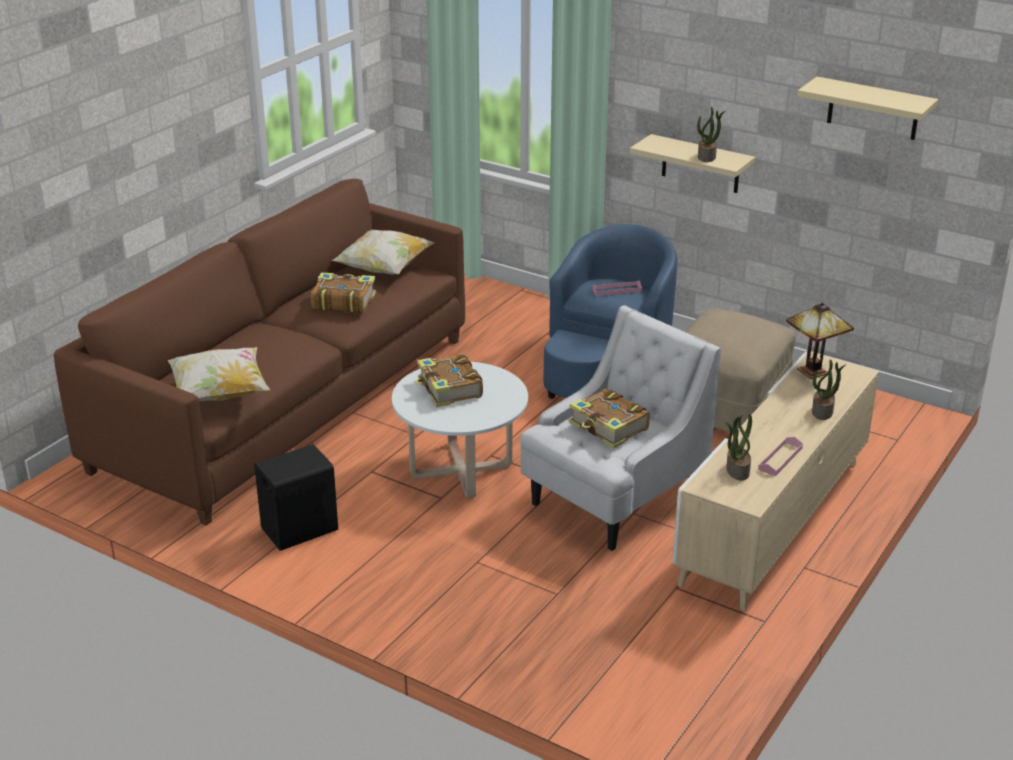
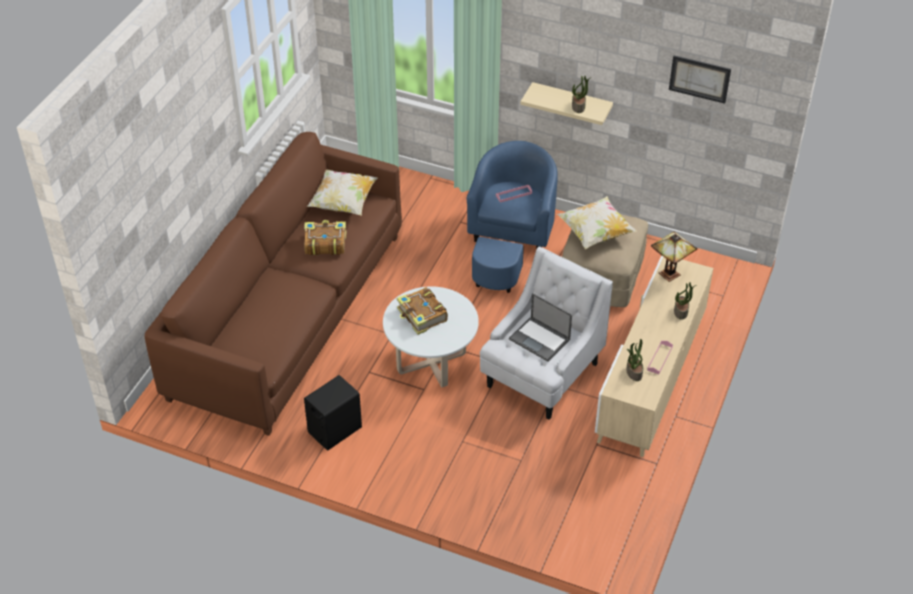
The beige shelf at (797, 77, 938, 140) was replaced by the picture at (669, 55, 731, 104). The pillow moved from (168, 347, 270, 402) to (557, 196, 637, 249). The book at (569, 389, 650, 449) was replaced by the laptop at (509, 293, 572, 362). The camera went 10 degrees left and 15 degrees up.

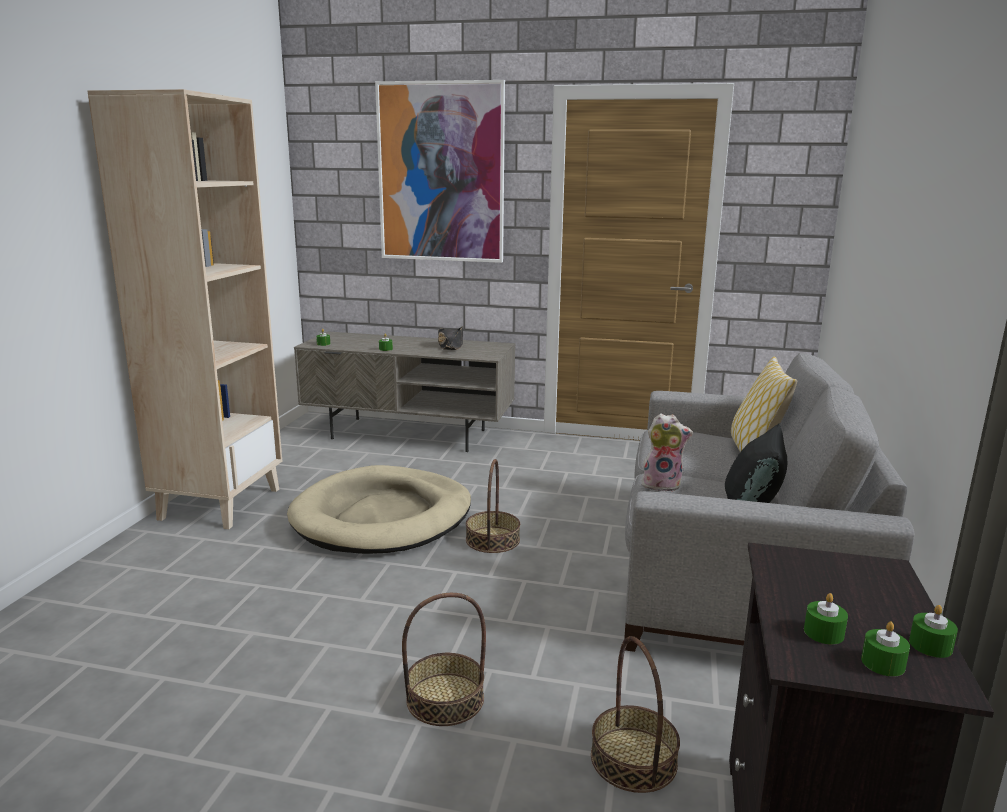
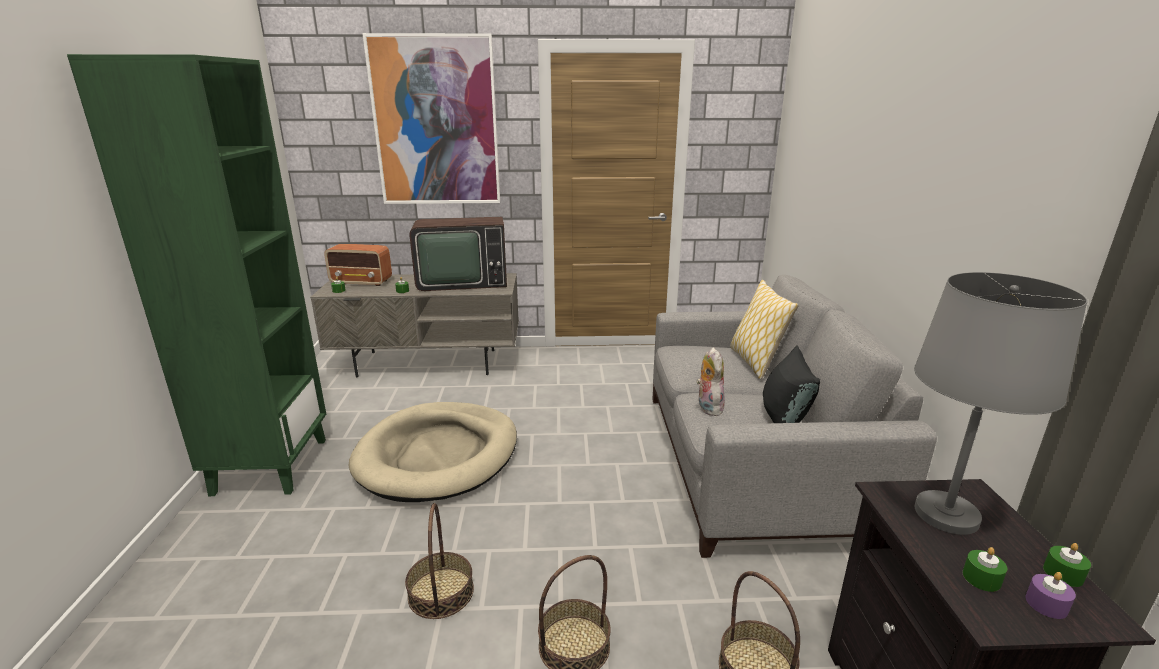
The beige bookcase at (87, 89, 282, 529) became the green bookcase at (67, 54, 326, 496). The black hat at (438, 326, 463, 350) was replaced by the television at (410, 217, 507, 291). The plush toy at (642, 413, 693, 492) turned 90 degrees counterclockwise. The basket moved from (466, 459, 520, 553) to (405, 503, 474, 619). The green candle at (861, 622, 910, 677) became the purple candle at (1025, 572, 1076, 619). The radio at (324, 244, 392, 286) appeared. The grey table lamp at (914, 272, 1087, 535) appeared. The camera went 15 degrees left and 5 degrees up.

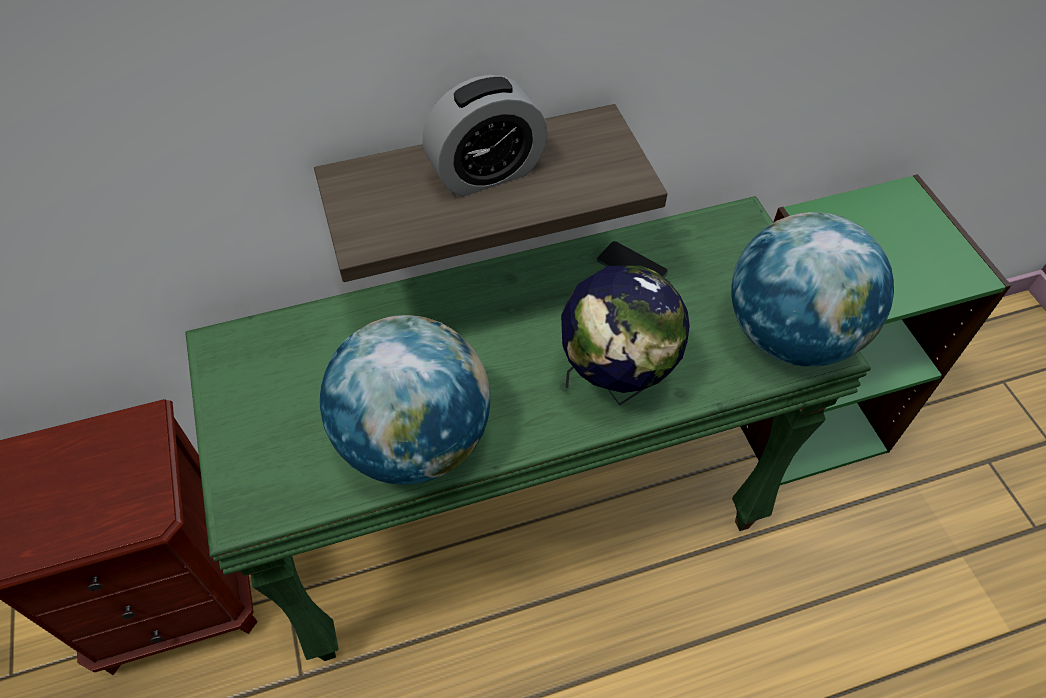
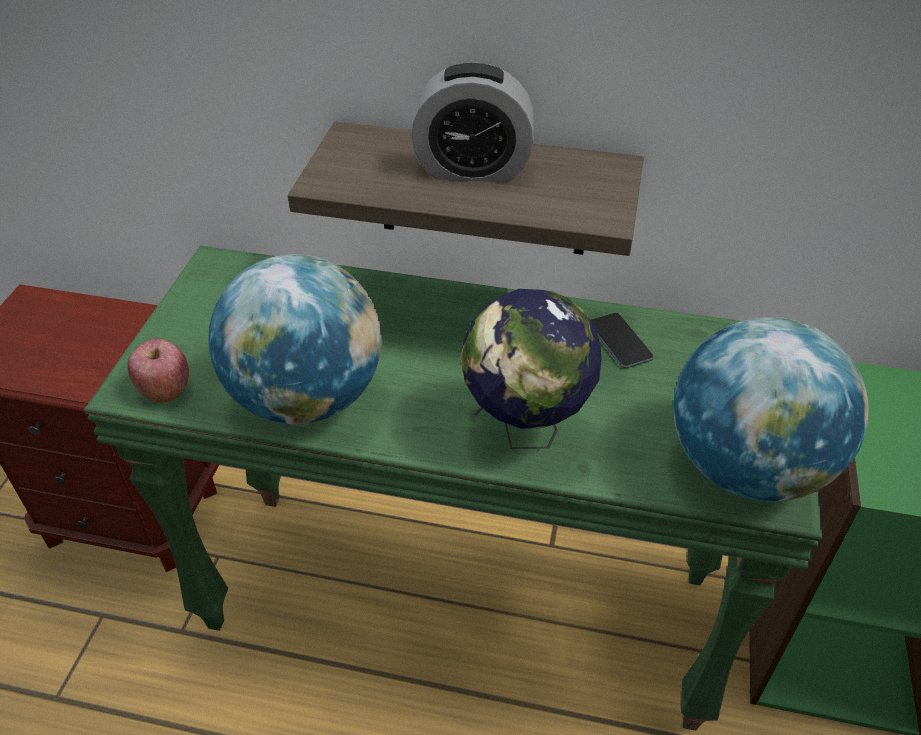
The apple at (127, 339, 189, 403) appeared. The camera went 30 degrees right and 10 degrees down.

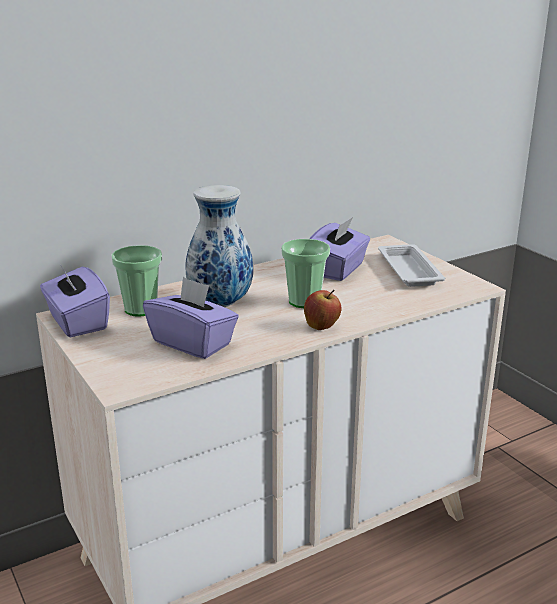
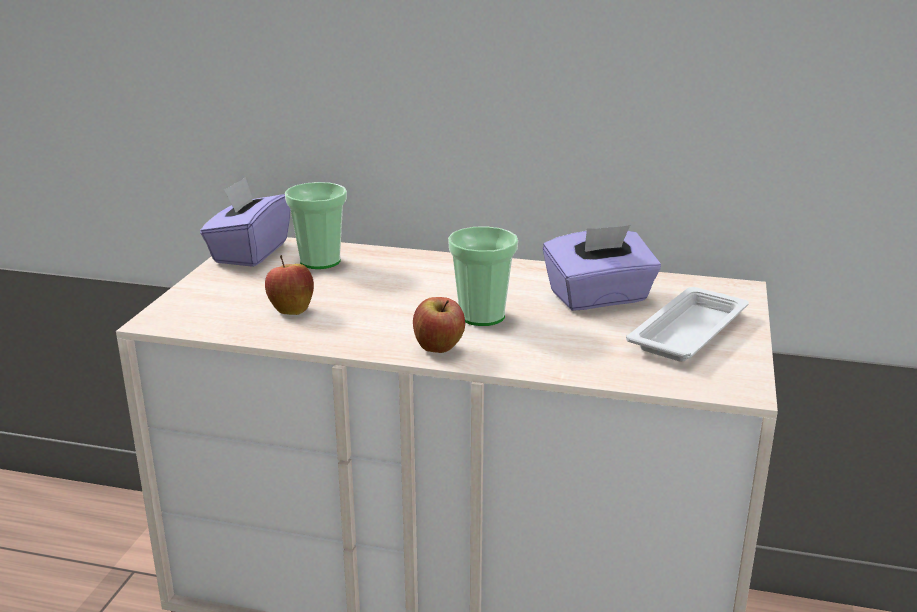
The vase at (186, 185, 253, 307) disappeared. The purple tissue box at (143, 277, 239, 359) was replaced by the apple at (265, 255, 314, 315). The camera went 45 degrees right and 0 degrees up.

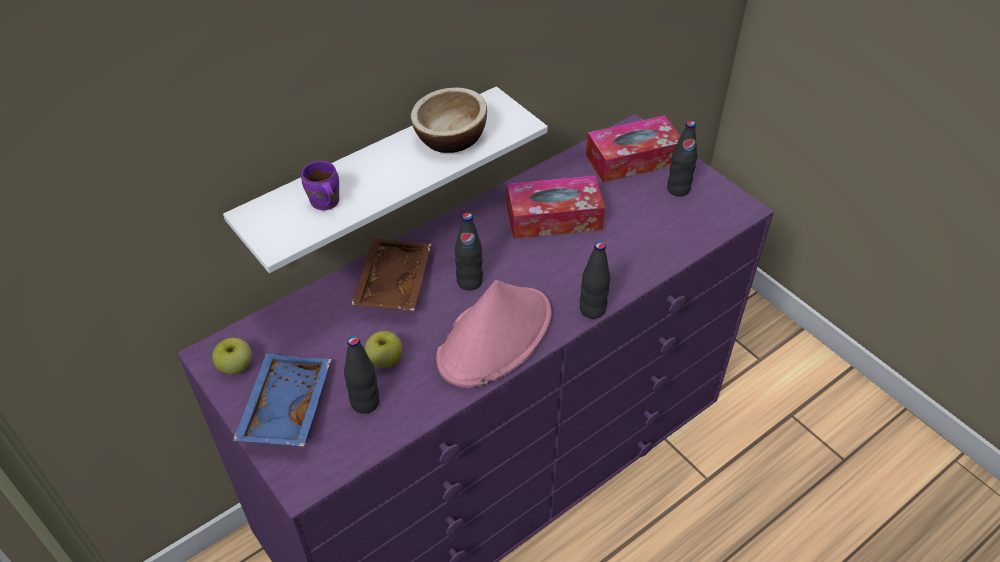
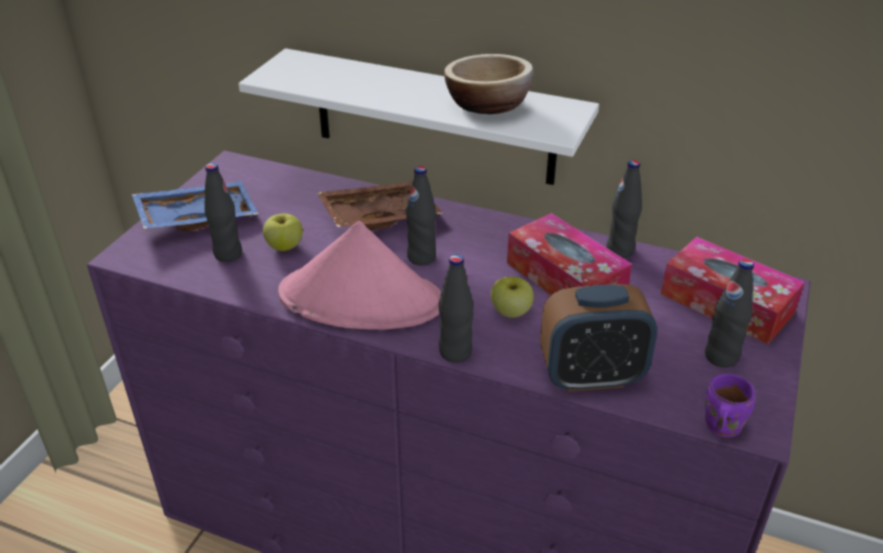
The purple mug moved from (301, 161, 339, 210) to (705, 374, 755, 437). The apple moved from (212, 338, 252, 374) to (491, 277, 534, 318). The black bottle at (606, 160, 642, 259) appeared. The alarm clock at (540, 284, 657, 392) appeared. The camera went 60 degrees right and 10 degrees down.

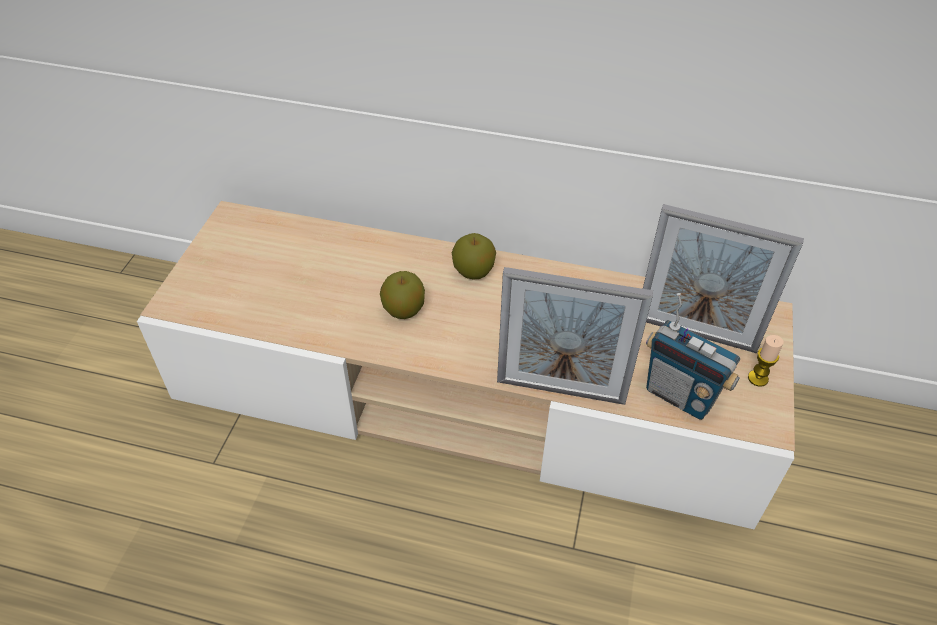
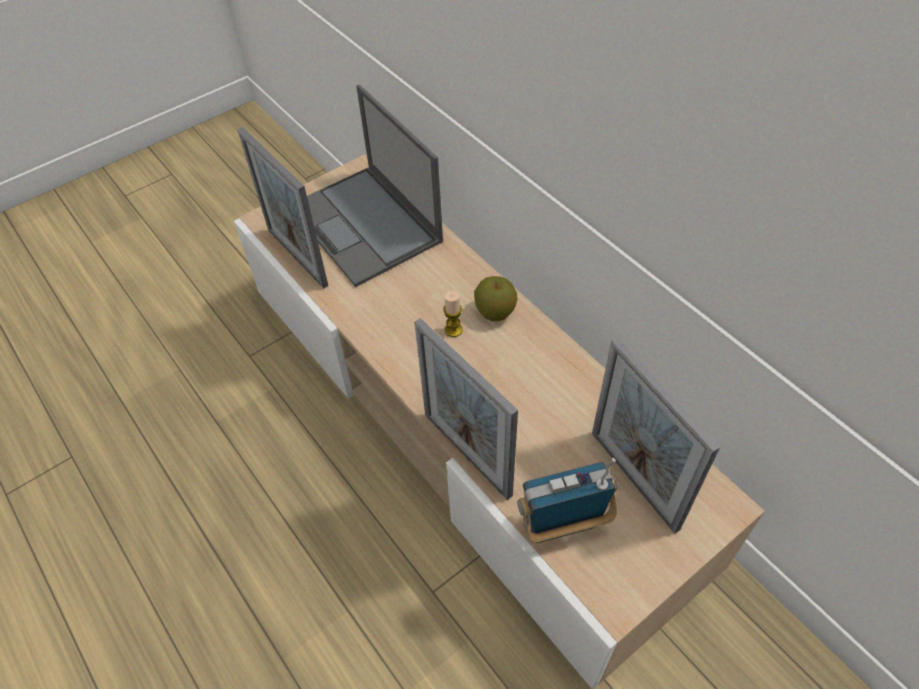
The apple at (380, 271, 425, 319) disappeared. The radio at (646, 293, 740, 420) turned 90 degrees clockwise. The candle moved from (748, 335, 784, 387) to (443, 291, 463, 337). The laptop at (307, 85, 443, 287) appeared. The picture frame at (237, 127, 328, 288) appeared. The camera went 40 degrees right and 5 degrees up.

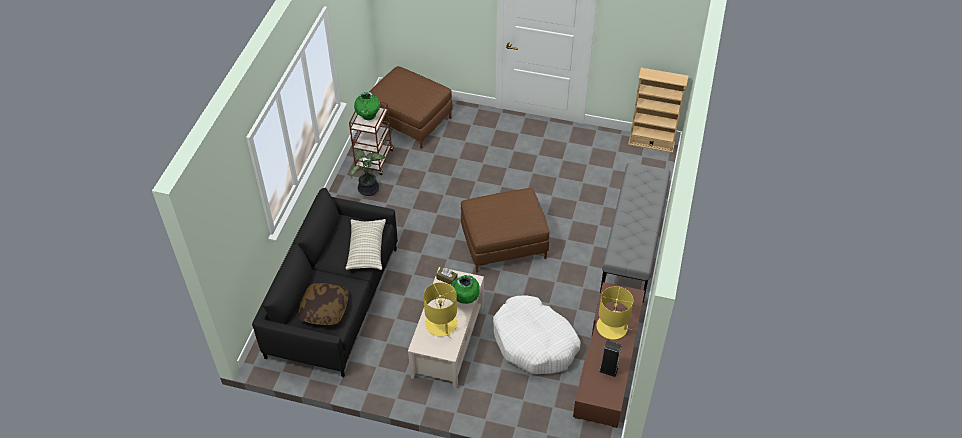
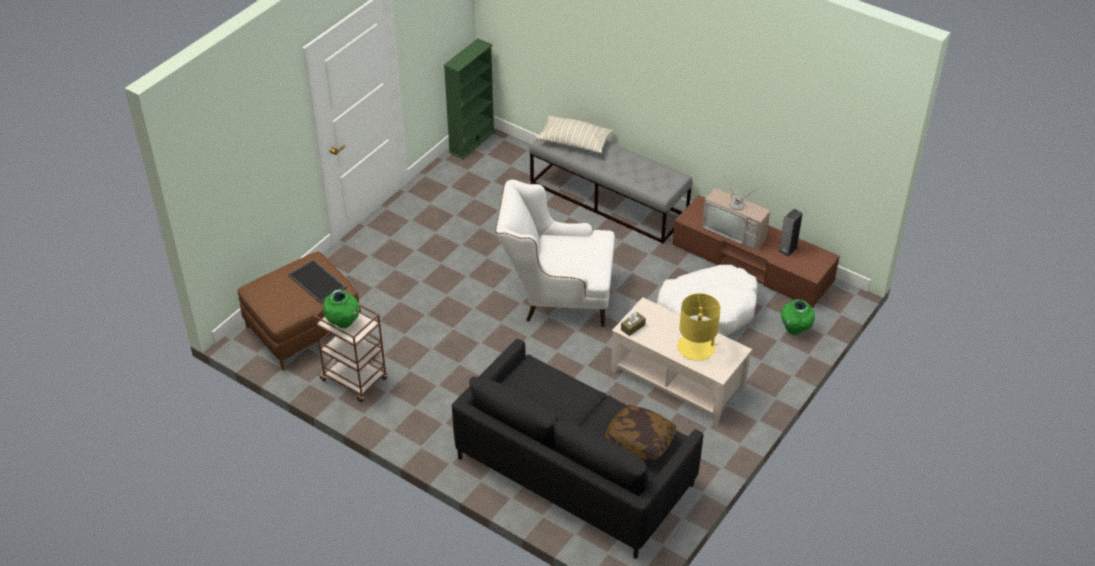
The beige bookcase at (628, 68, 688, 153) became the green bookcase at (443, 38, 495, 159). The potted plant at (350, 149, 387, 196) disappeared. The brown ottoman at (461, 188, 550, 273) was replaced by the white armchair at (495, 179, 615, 327). The pillow moved from (345, 219, 386, 270) to (536, 116, 614, 153). The green vase moved from (451, 275, 480, 304) to (781, 299, 815, 335). The yellow table lamp at (596, 286, 633, 340) was replaced by the television at (702, 174, 770, 251). The tray at (288, 259, 347, 304) appeared. The camera went 70 degrees left and 5 degrees down.

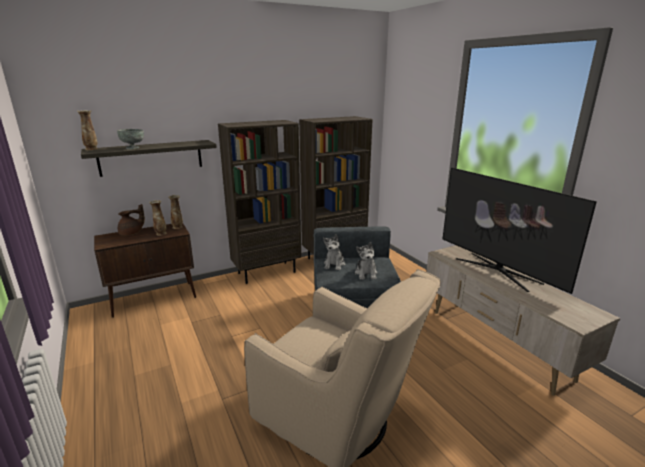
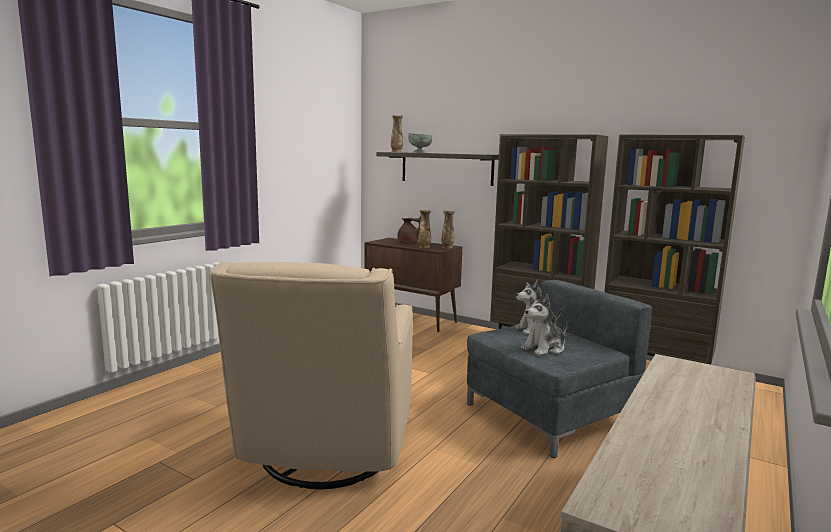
The television at (443, 168, 597, 294) disappeared. The camera went 60 degrees right and 10 degrees down.

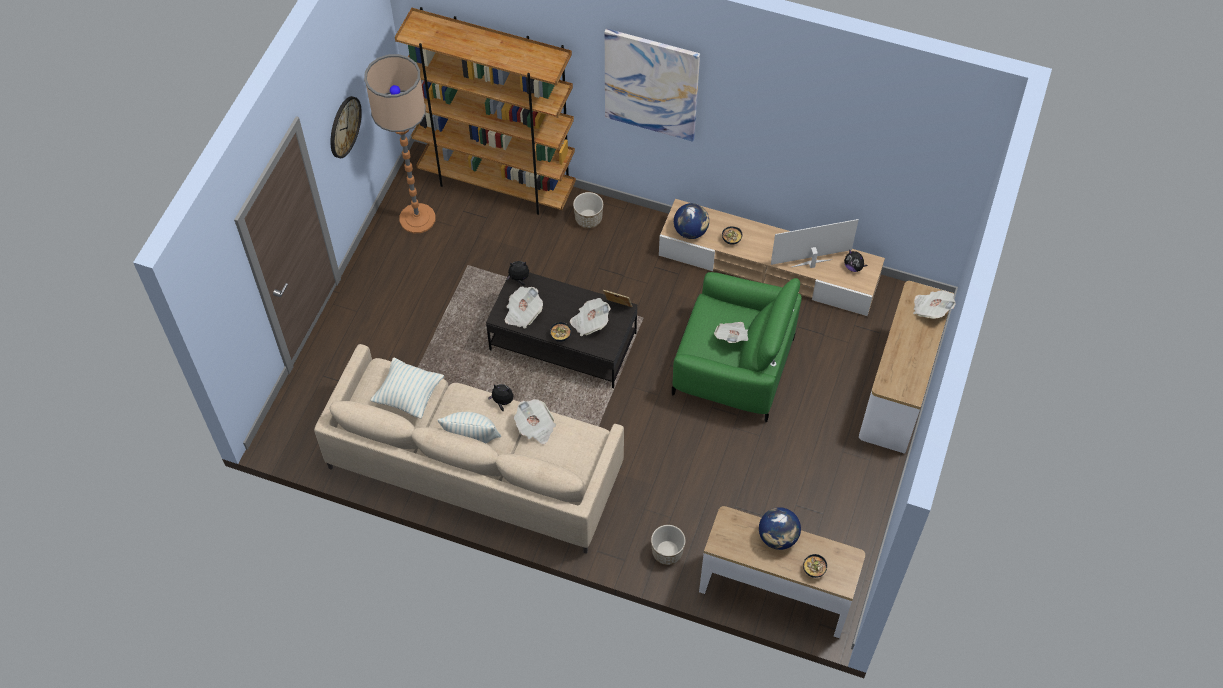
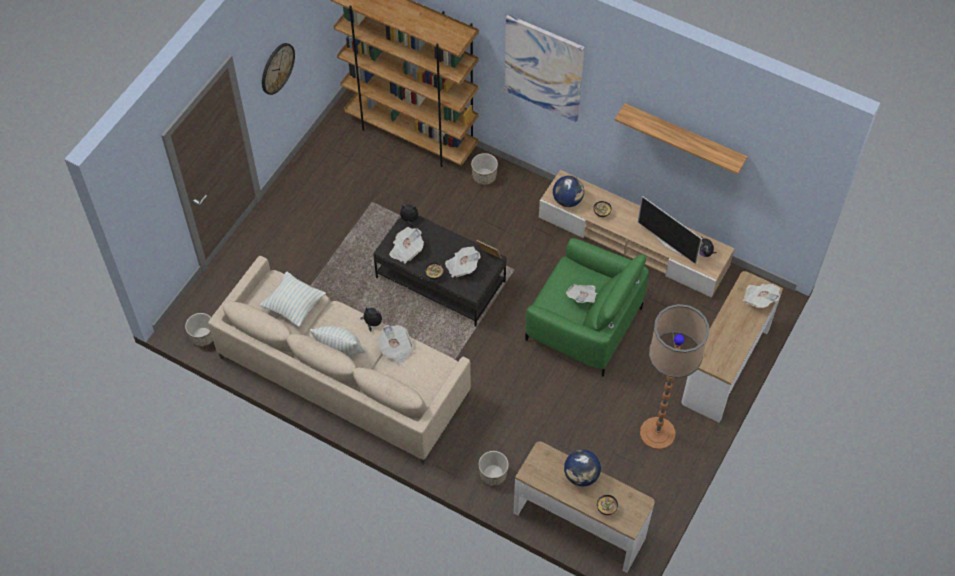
The floor lamp moved from (364, 54, 436, 233) to (640, 304, 709, 450). The television at (771, 219, 859, 268) turned 135 degrees counterclockwise. The shelf at (614, 103, 748, 174) appeared. The planter at (185, 313, 213, 347) appeared. The camera went 10 degrees right and 0 degrees up.

